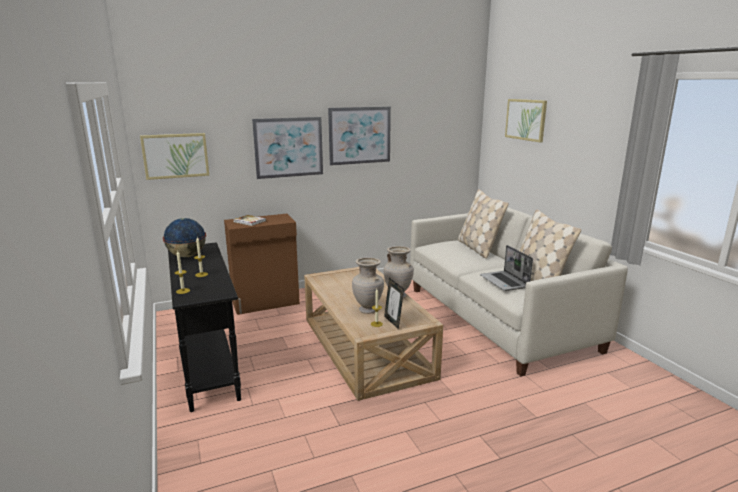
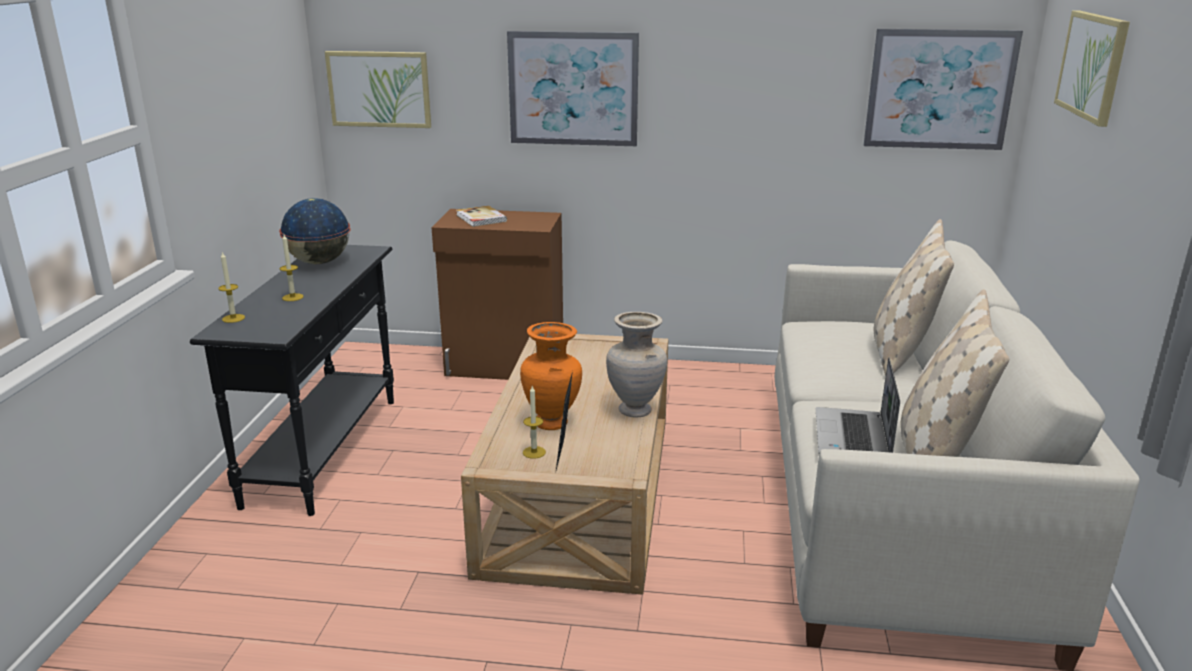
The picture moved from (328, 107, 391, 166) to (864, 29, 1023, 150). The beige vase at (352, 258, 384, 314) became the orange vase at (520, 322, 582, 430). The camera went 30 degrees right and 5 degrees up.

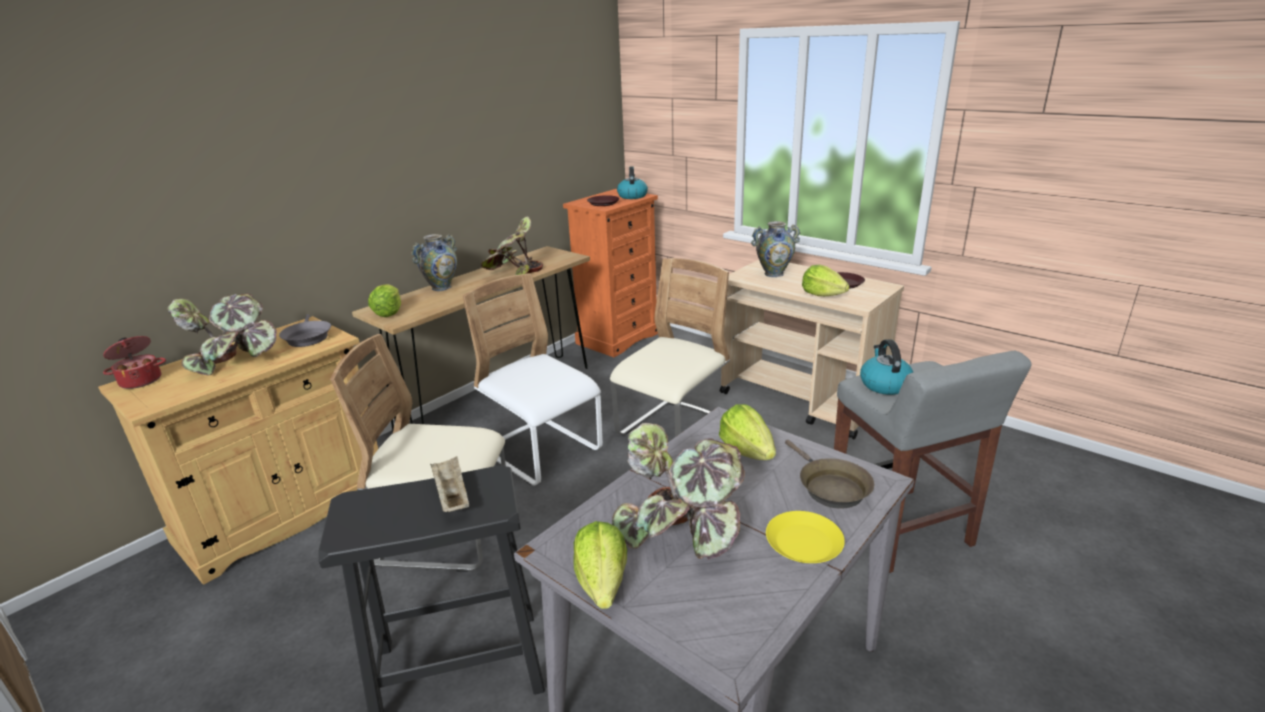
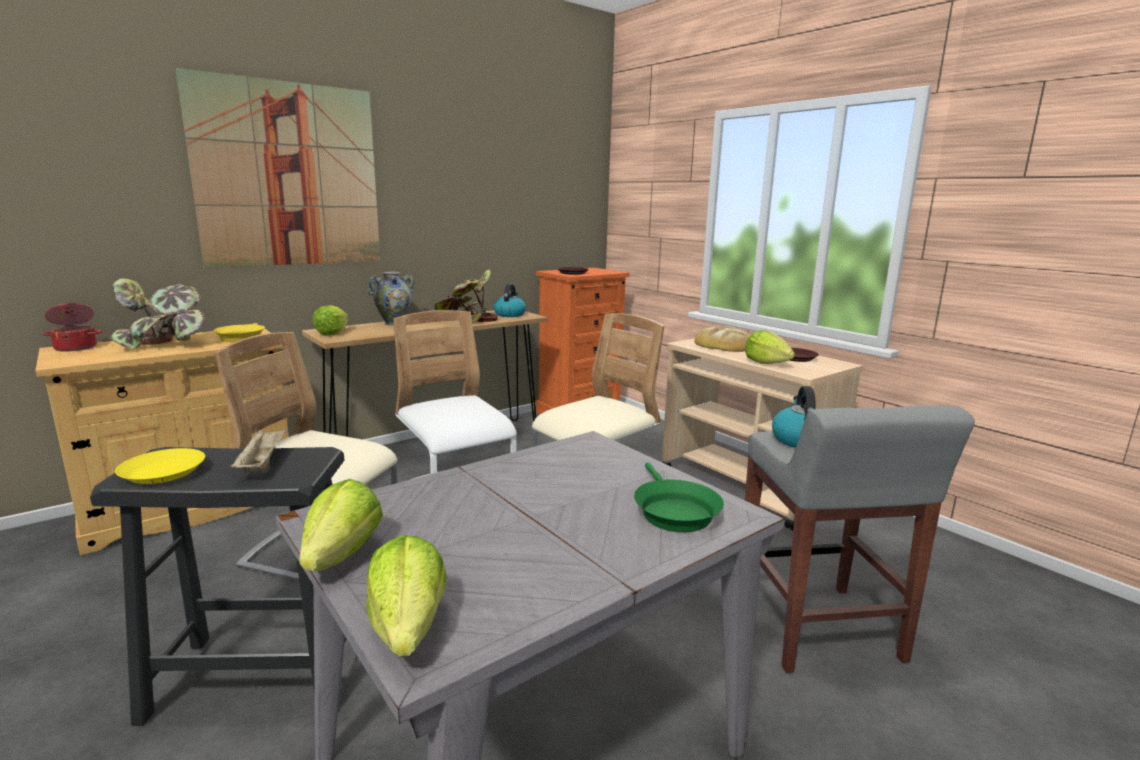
The kettle moved from (617, 166, 648, 199) to (494, 284, 526, 317). The vase at (751, 221, 800, 277) was replaced by the bread at (694, 326, 751, 352). The grey frying pan at (279, 314, 331, 347) became the yellow frying pan at (213, 323, 265, 342). The lettuce moved from (719, 404, 776, 460) to (366, 535, 447, 656). The potted plant at (612, 423, 745, 560) disappeared. The brown frying pan at (785, 440, 874, 509) became the green frying pan at (634, 462, 724, 532). The yellow plate moved from (766, 511, 845, 563) to (115, 448, 205, 484). The picture at (175, 68, 380, 268) appeared. The camera went 10 degrees right and 10 degrees down.

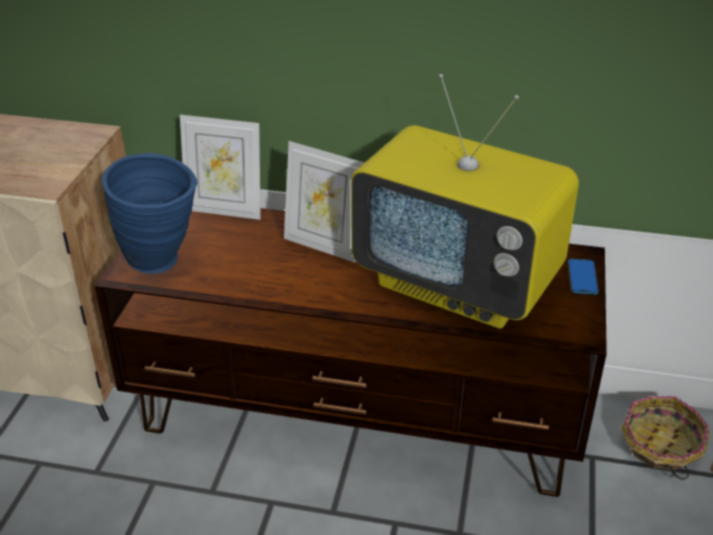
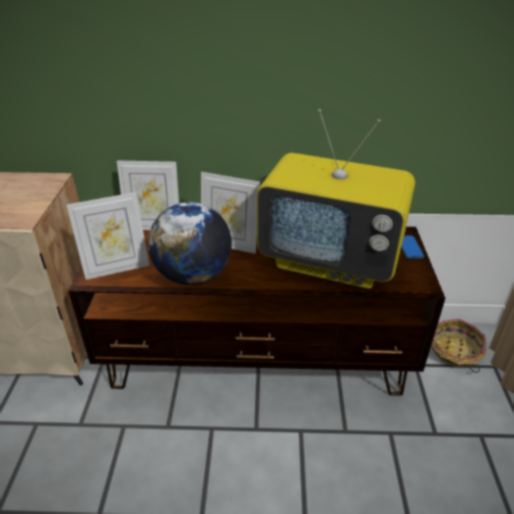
The blue vase at (102, 153, 197, 274) was replaced by the picture frame at (67, 192, 149, 280). The globe at (148, 202, 232, 285) appeared. The camera went 10 degrees left and 0 degrees up.

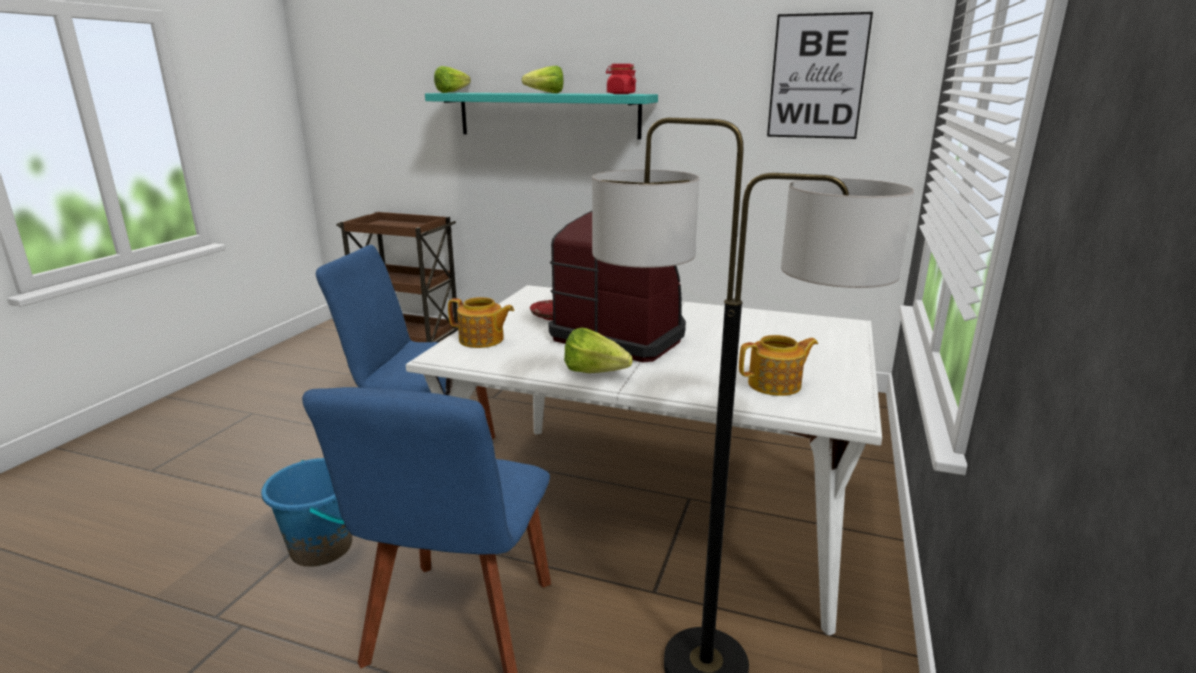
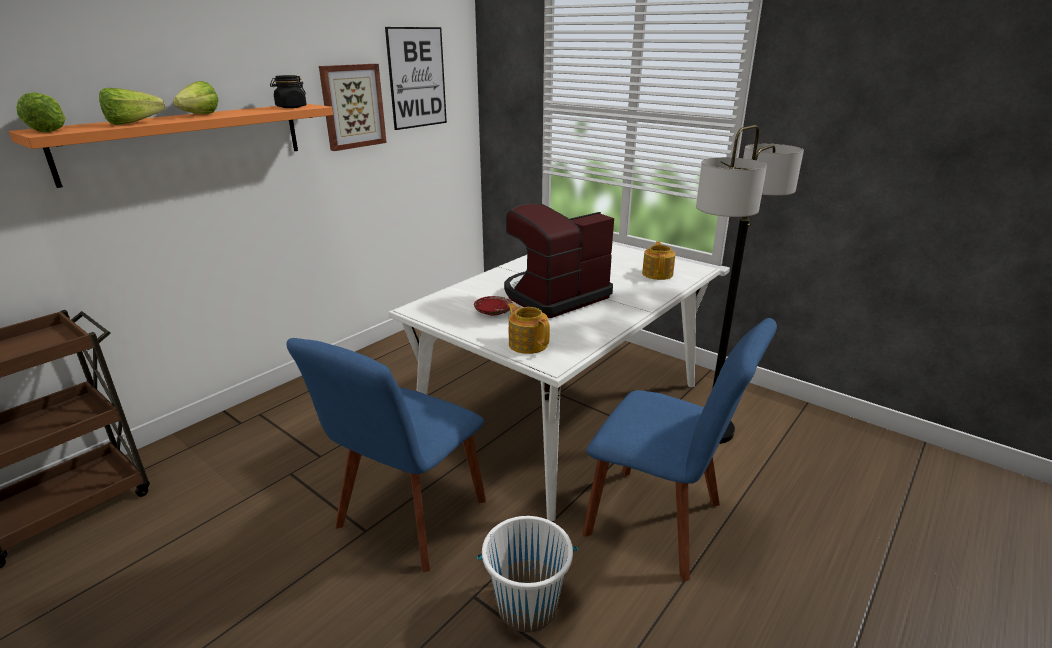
The red jar at (606, 64, 636, 94) became the black jar at (270, 75, 307, 108). The turquoise shelf at (425, 93, 658, 140) became the orange shelf at (9, 104, 333, 188). The teapot at (448, 297, 514, 348) turned 75 degrees counterclockwise. The lettuce moved from (564, 328, 633, 373) to (99, 88, 165, 125). The blue bucket at (261, 458, 352, 567) became the white bucket at (477, 516, 578, 632). The picture at (319, 64, 387, 151) appeared. The camera went 70 degrees left and 5 degrees up.

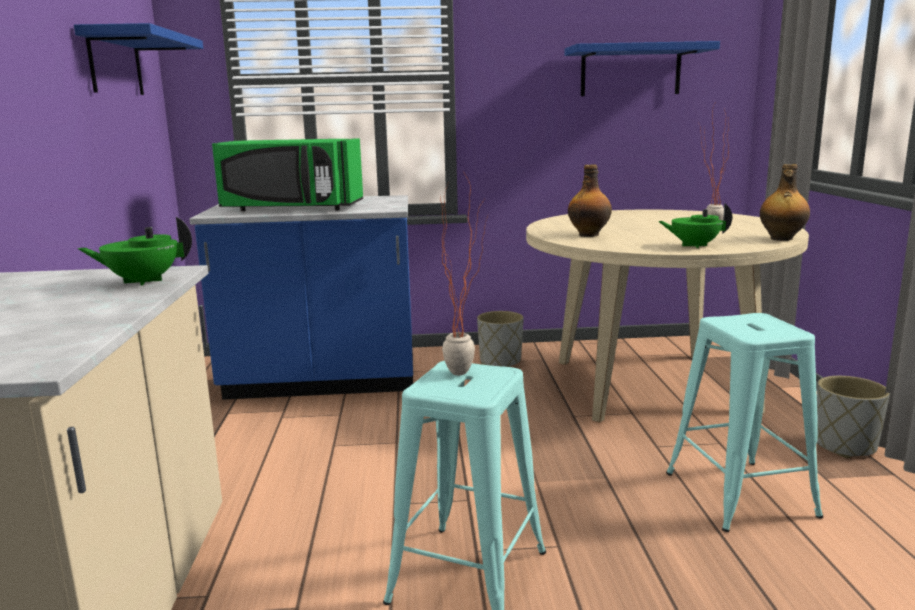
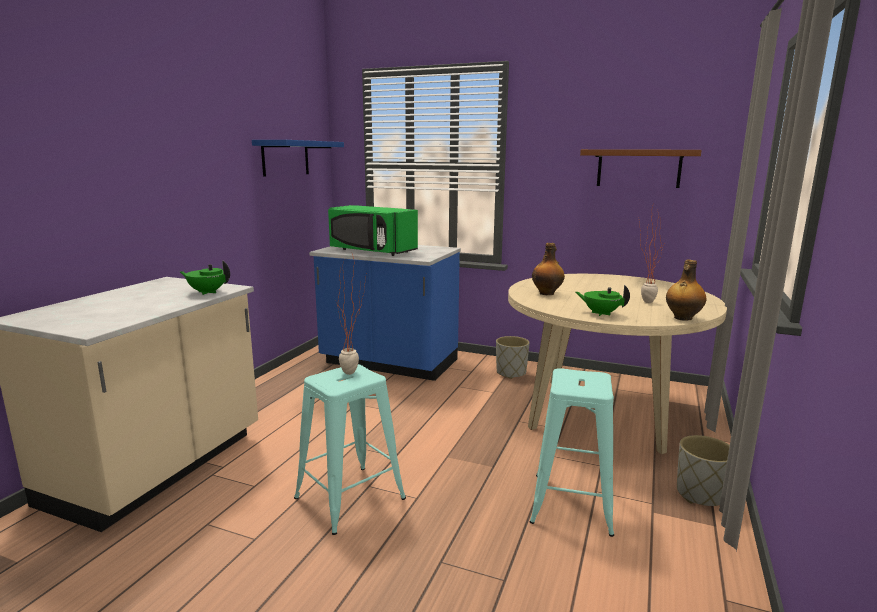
The blue shelf at (565, 41, 720, 96) became the brown shelf at (580, 149, 702, 188). The camera went 25 degrees right and 0 degrees up.

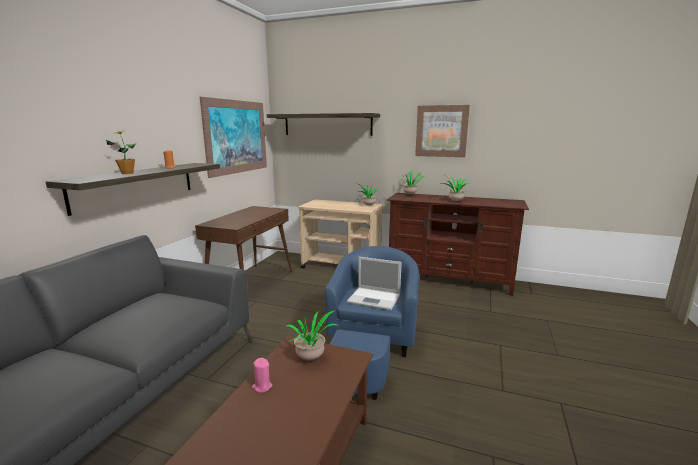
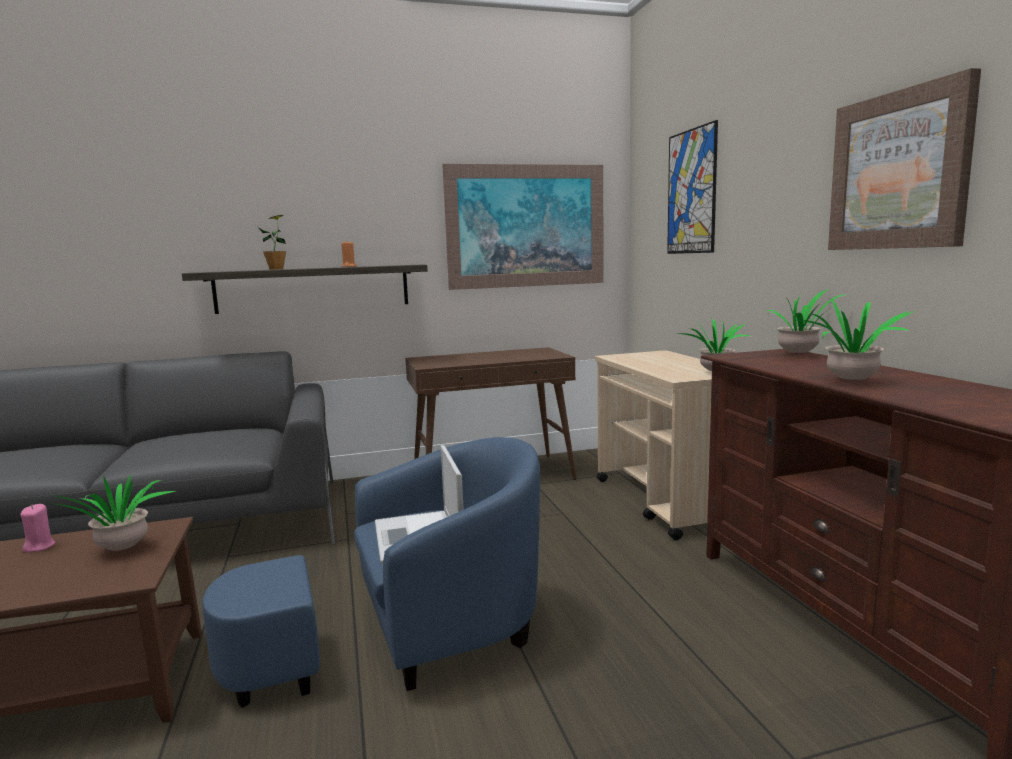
The shelf at (267, 113, 380, 136) was replaced by the picture at (667, 120, 718, 254). The camera went 55 degrees right and 5 degrees down.

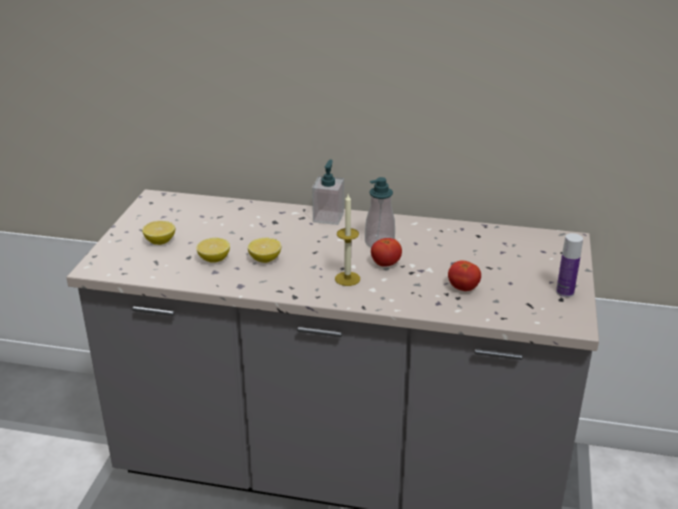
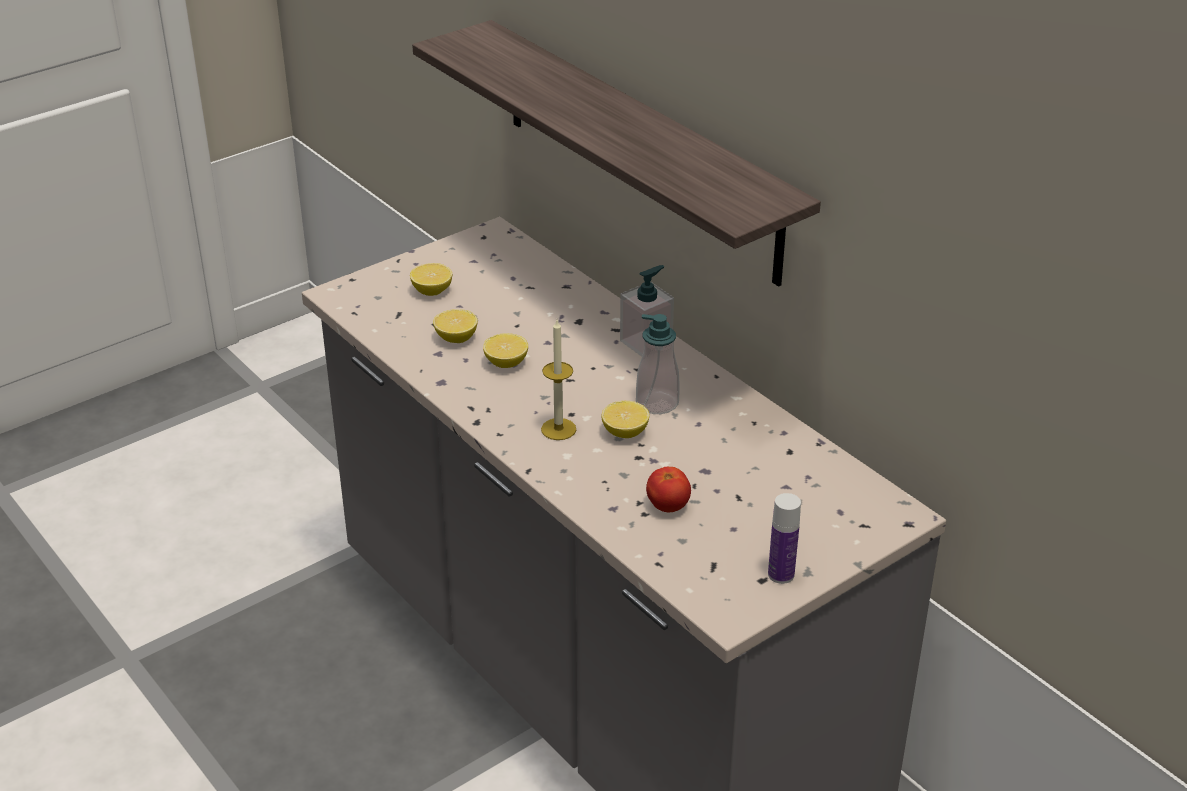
The tomato at (371, 238, 402, 267) was replaced by the lemon at (601, 401, 649, 438). The shelf at (412, 20, 821, 287) appeared. The camera went 40 degrees right and 5 degrees up.

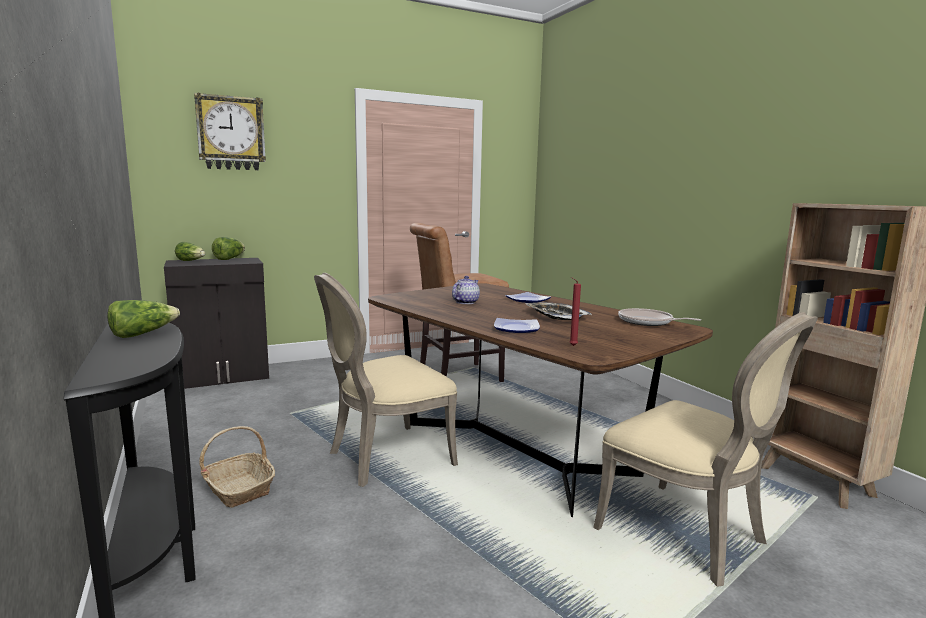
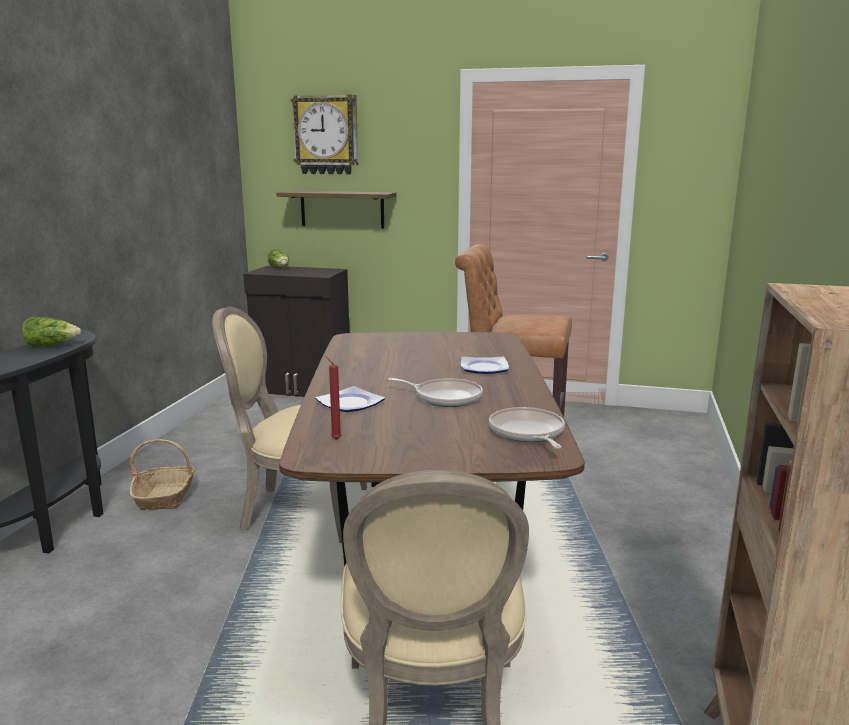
The lettuce at (212, 237, 245, 260) disappeared. The teapot at (452, 276, 480, 304) disappeared. The tray at (526, 303, 592, 320) was replaced by the frying pan at (388, 378, 483, 407). The shelf at (276, 191, 397, 229) appeared. The camera went 40 degrees right and 5 degrees up.

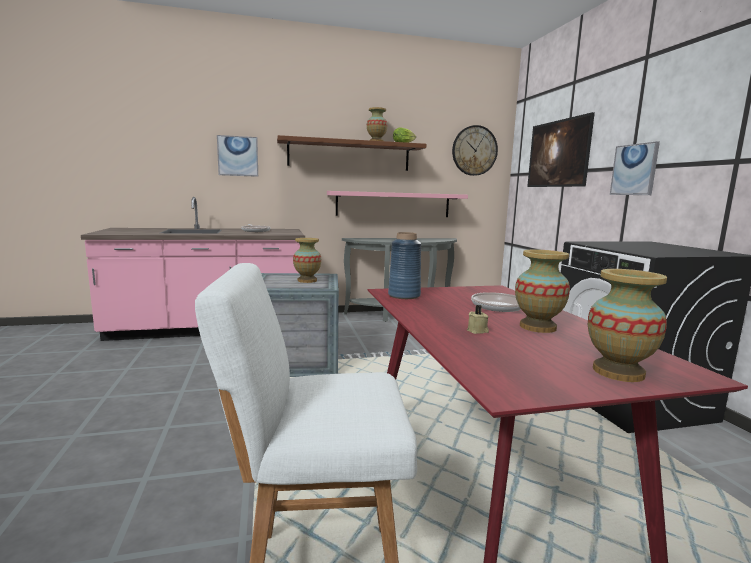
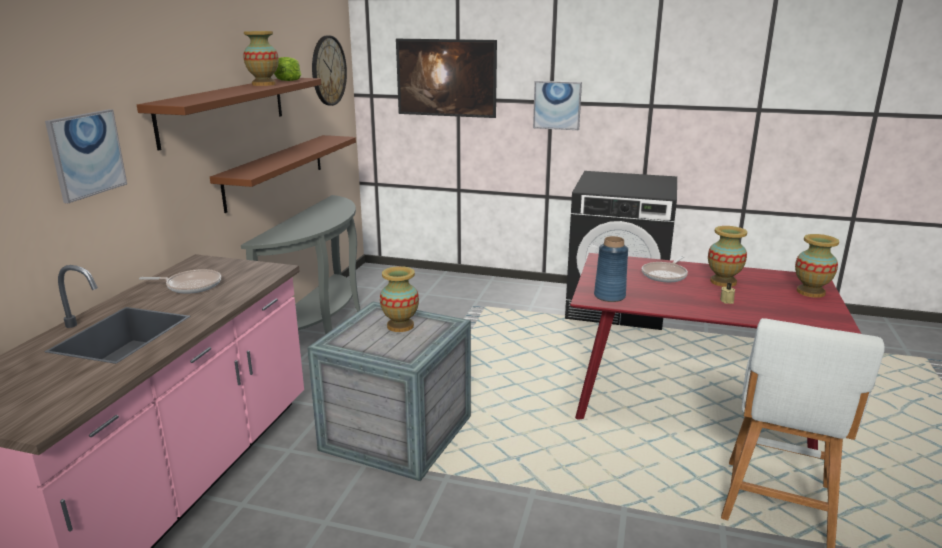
The pink shelf at (327, 191, 468, 217) became the brown shelf at (210, 135, 356, 213). The camera went 60 degrees left and 10 degrees up.

